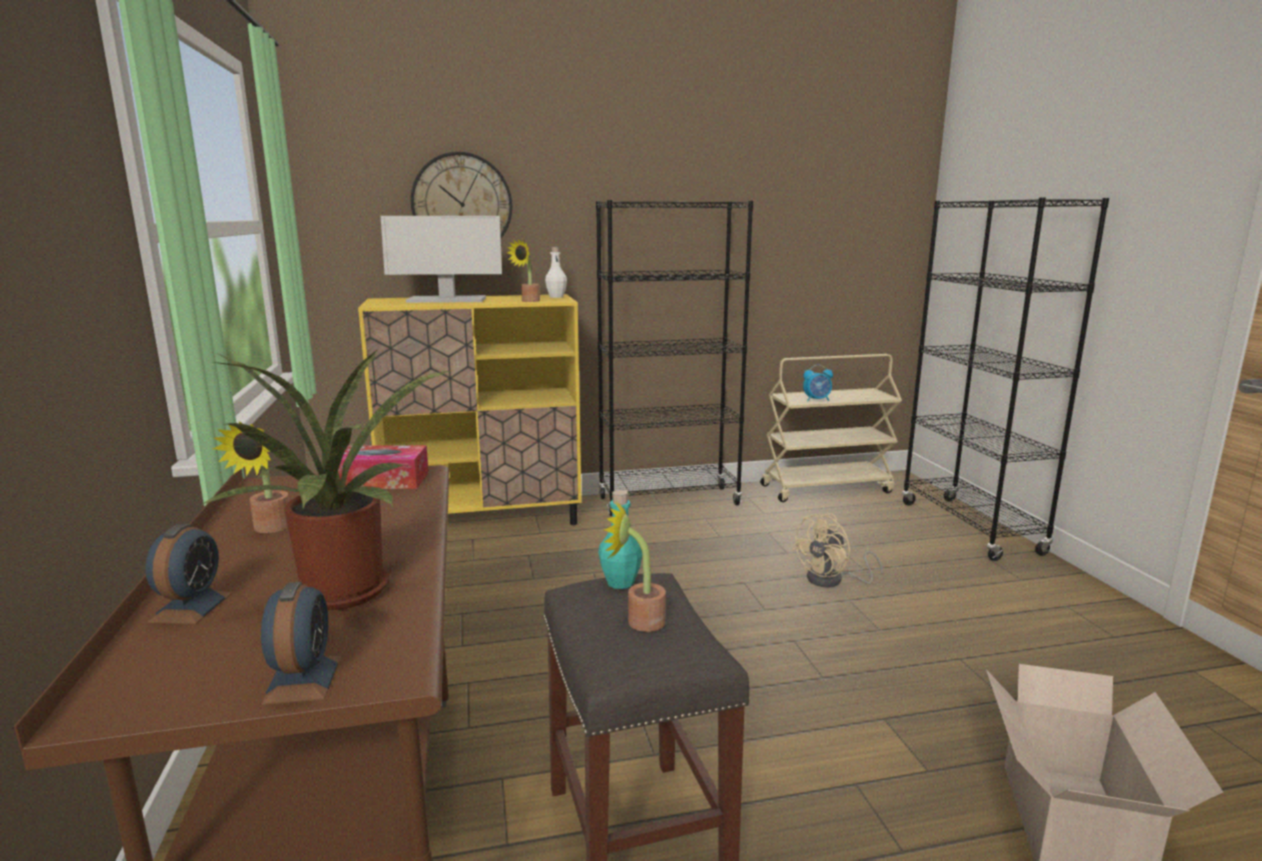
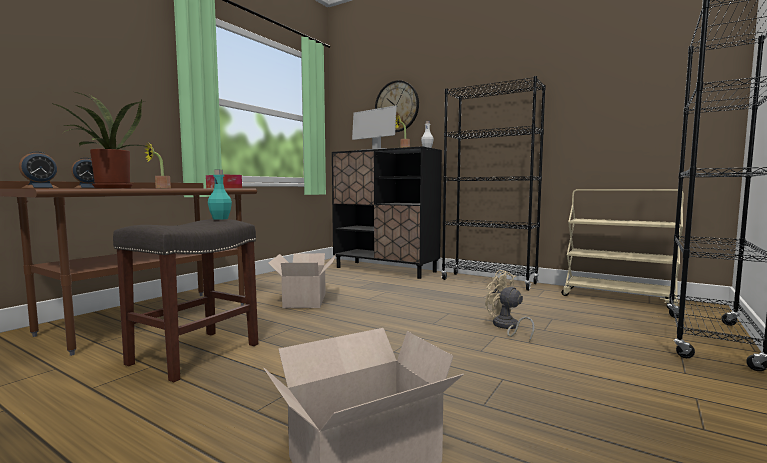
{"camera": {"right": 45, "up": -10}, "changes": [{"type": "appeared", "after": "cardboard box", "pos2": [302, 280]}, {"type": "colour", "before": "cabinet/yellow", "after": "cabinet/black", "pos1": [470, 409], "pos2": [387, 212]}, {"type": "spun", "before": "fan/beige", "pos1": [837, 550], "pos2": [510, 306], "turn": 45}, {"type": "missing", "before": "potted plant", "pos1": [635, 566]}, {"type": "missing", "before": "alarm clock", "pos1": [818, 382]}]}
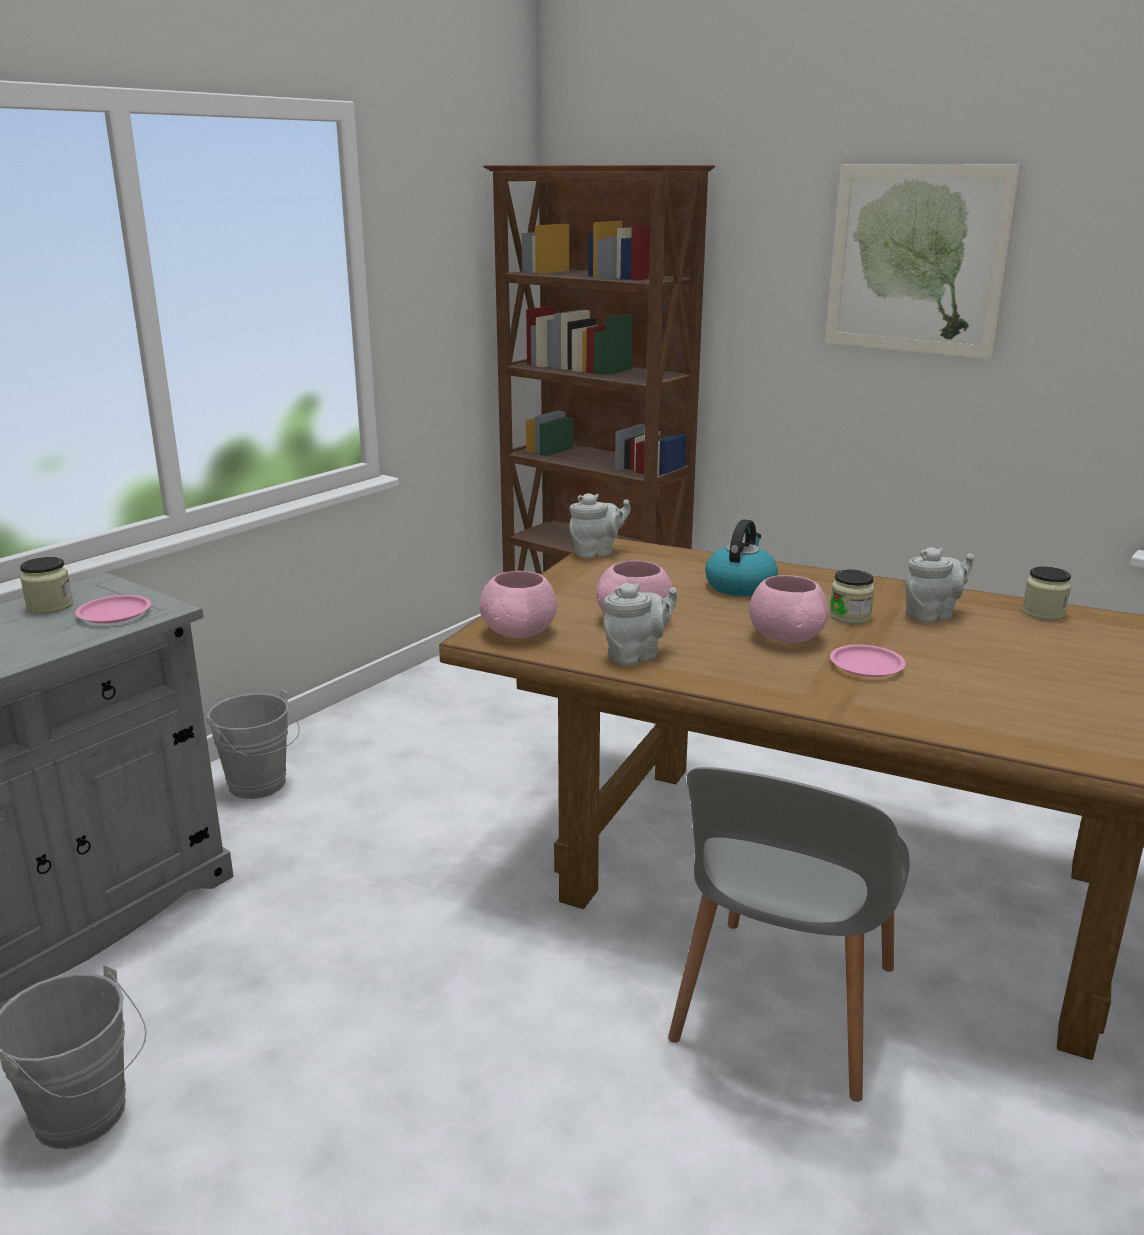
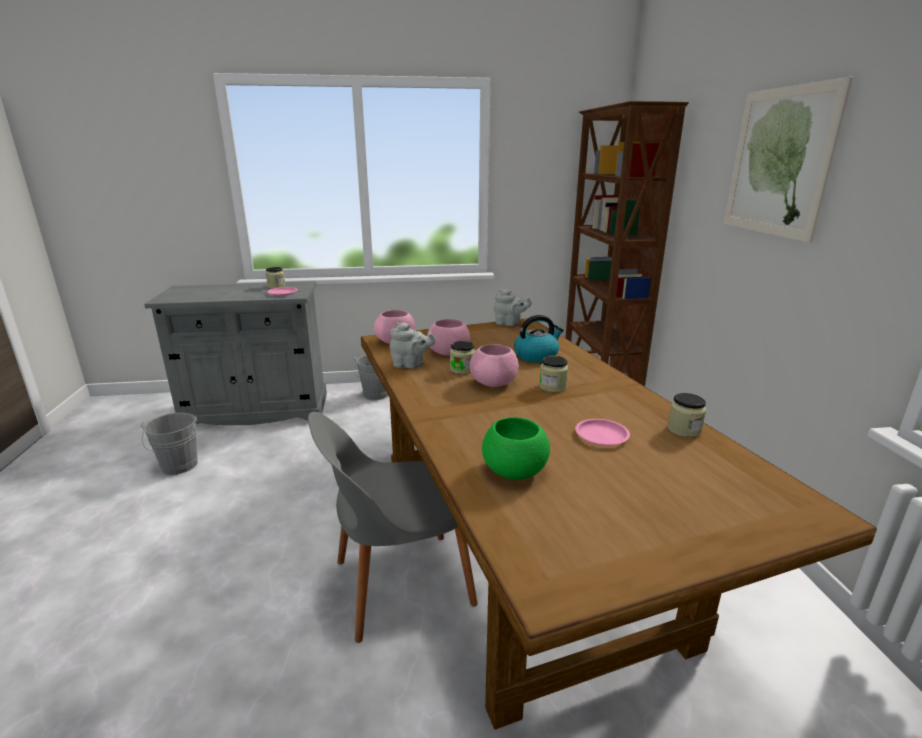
{"camera": {"right": 45, "up": 0}, "changes": [{"type": "appeared", "after": "jar", "pos2": [462, 357]}, {"type": "appeared", "after": "bowl/green", "pos2": [516, 448]}, {"type": "relocated", "before": "plate/pink", "pos1": [868, 661], "pos2": [602, 432]}, {"type": "missing", "before": "teapot/grey", "pos1": [939, 585]}]}
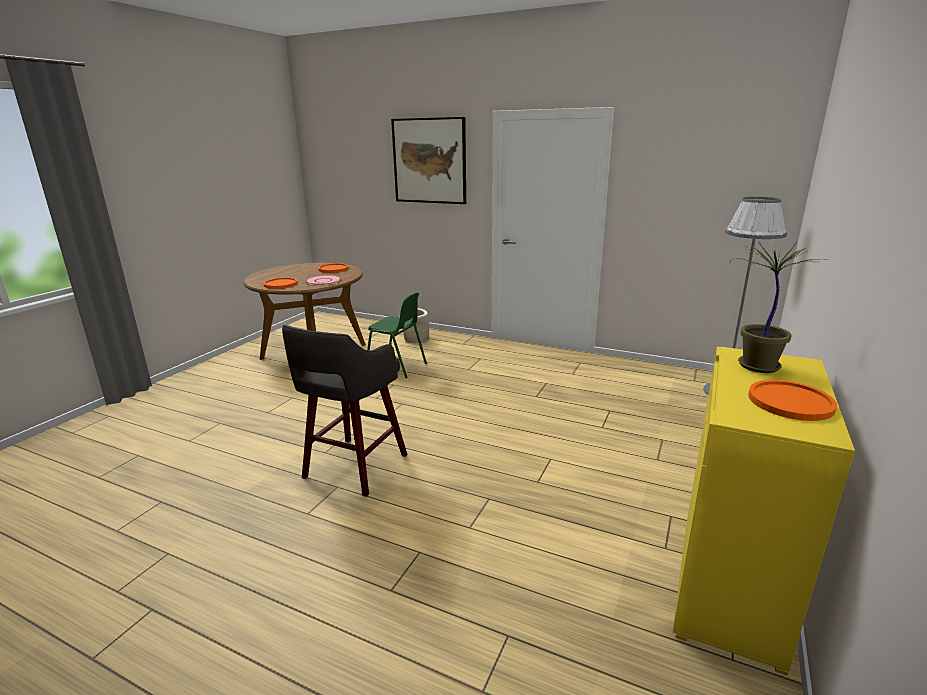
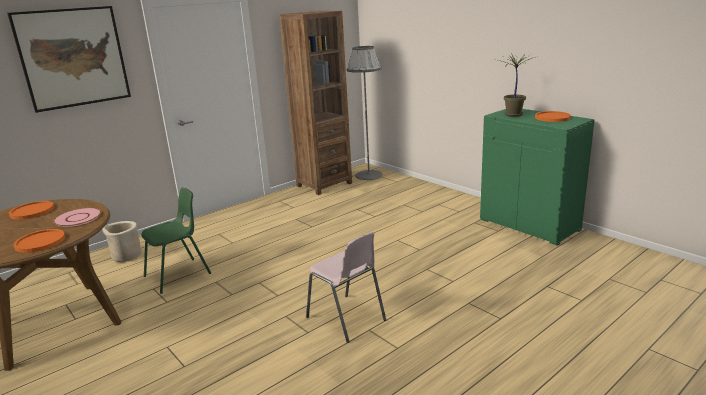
{"camera": {"right": -65, "up": 0}, "changes": [{"type": "appeared", "after": "bookcase/brown", "pos2": [315, 103]}, {"type": "exchanged", "before": "stool/grey", "after": "chair/pink", "pos1": [345, 411], "pos2": [346, 287]}, {"type": "colour", "before": "cabinet/yellow", "after": "cabinet/green", "pos1": [764, 511], "pos2": [537, 177]}]}
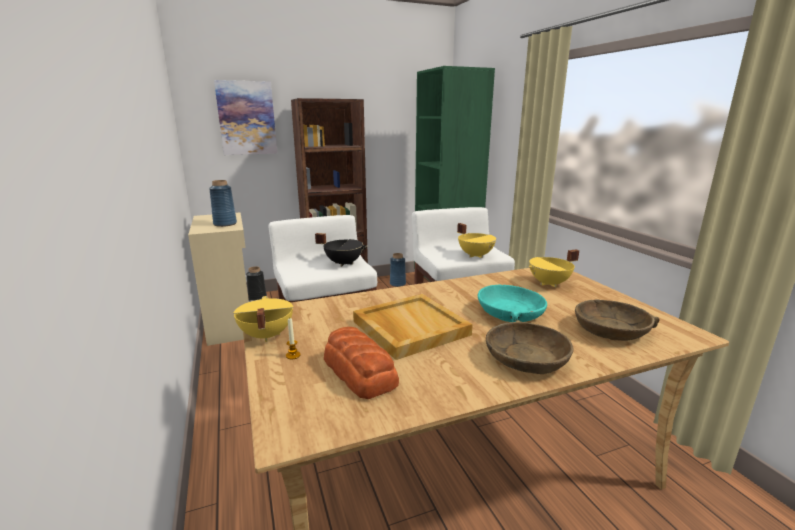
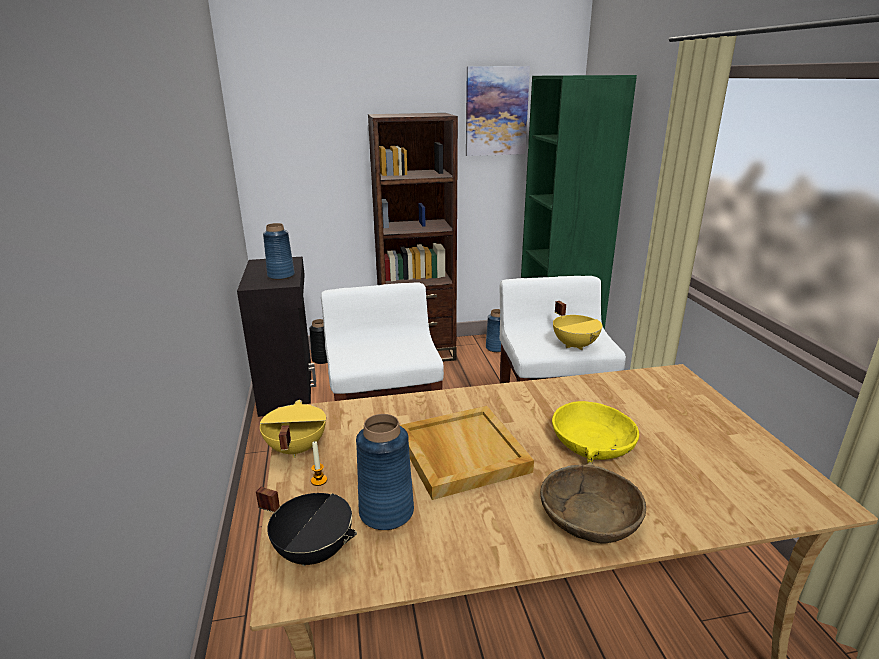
{"camera": {"right": 10, "up": 5}, "changes": [{"type": "colour", "before": "cabinet/beige", "after": "cabinet/black", "pos1": [220, 279], "pos2": [276, 336]}, {"type": "relocated", "before": "cooking pot/black", "pos1": [341, 250], "pos2": [306, 526]}, {"type": "exchanged", "before": "bread", "after": "vase/blue", "pos1": [361, 363], "pos2": [385, 472]}, {"type": "relocated", "before": "picture", "pos1": [245, 117], "pos2": [498, 111]}, {"type": "colour", "before": "bowl/turquoise", "after": "bowl/yellow", "pos1": [512, 303], "pos2": [595, 432]}, {"type": "missing", "before": "cooking pot/yellow", "pos1": [554, 268]}, {"type": "missing", "before": "bowl/brown", "pos1": [617, 320]}]}
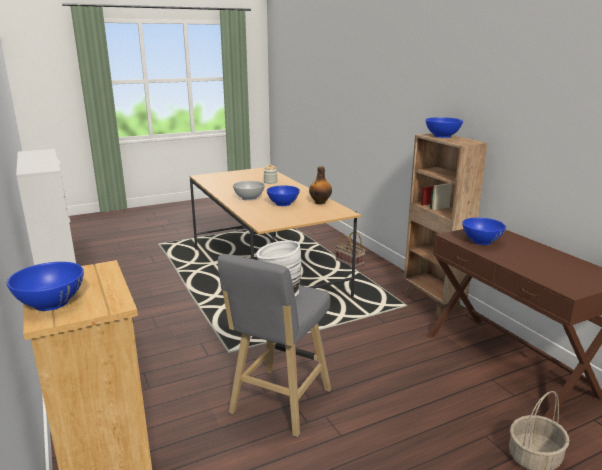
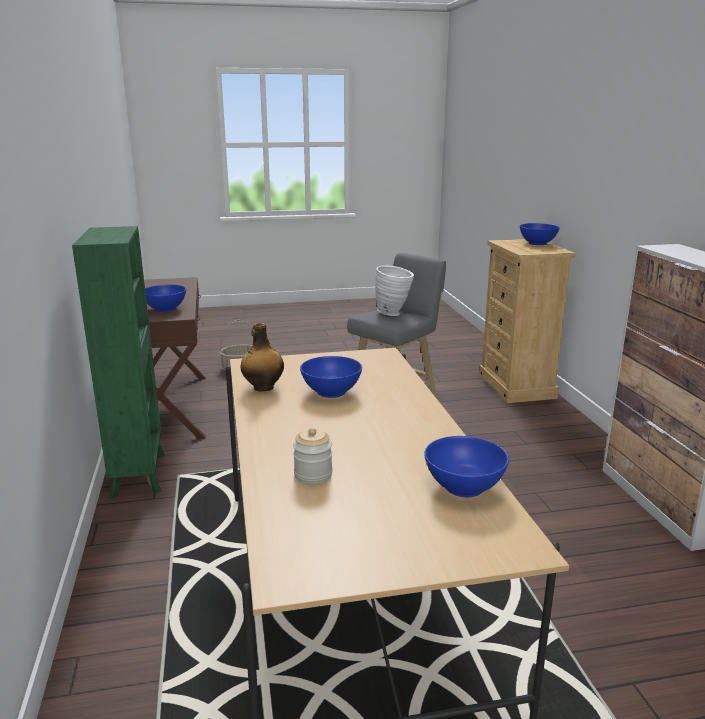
{"camera": {"right": -165, "up": 0}, "changes": [{"type": "colour", "before": "bookcase/brown", "after": "bookcase/green", "pos1": [446, 225], "pos2": [118, 362]}, {"type": "relocated", "before": "bowl/blue", "pos1": [444, 127], "pos2": [466, 466]}, {"type": "missing", "before": "bowl/white", "pos1": [249, 191]}, {"type": "missing", "before": "basket", "pos1": [351, 250]}]}
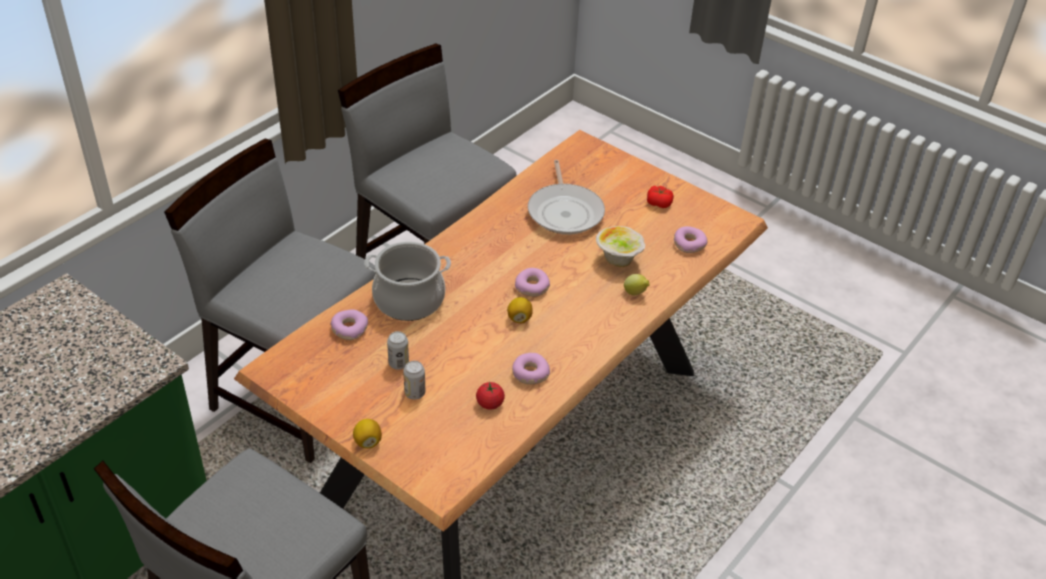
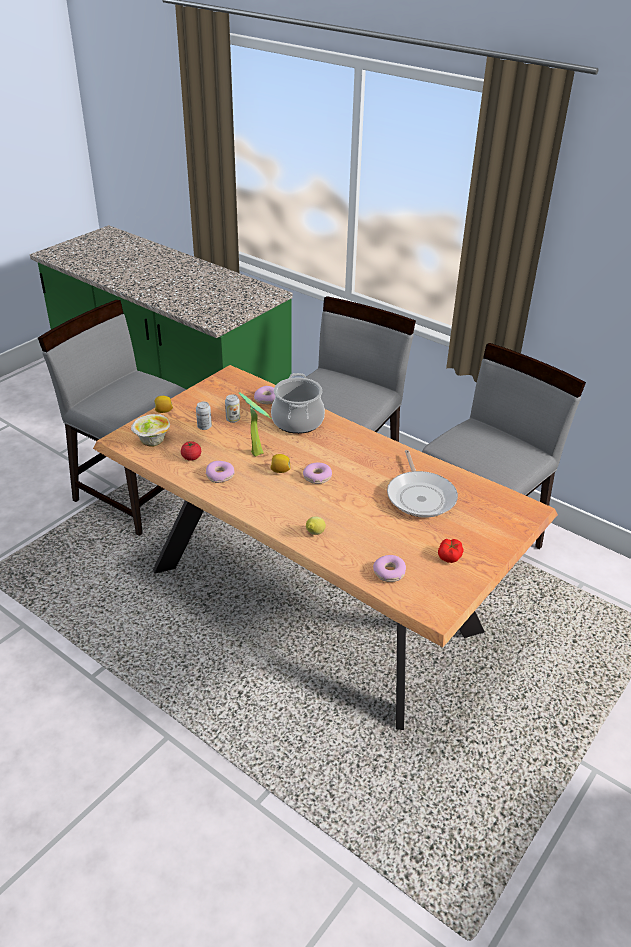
{"camera": {"right": 90, "up": -5}, "changes": [{"type": "relocated", "before": "bowl", "pos1": [620, 246], "pos2": [150, 430]}, {"type": "appeared", "after": "potted plant", "pos2": [255, 424]}, {"type": "spun", "before": "frying pan", "pos1": [566, 197], "pos2": [422, 484], "turn": -90}]}
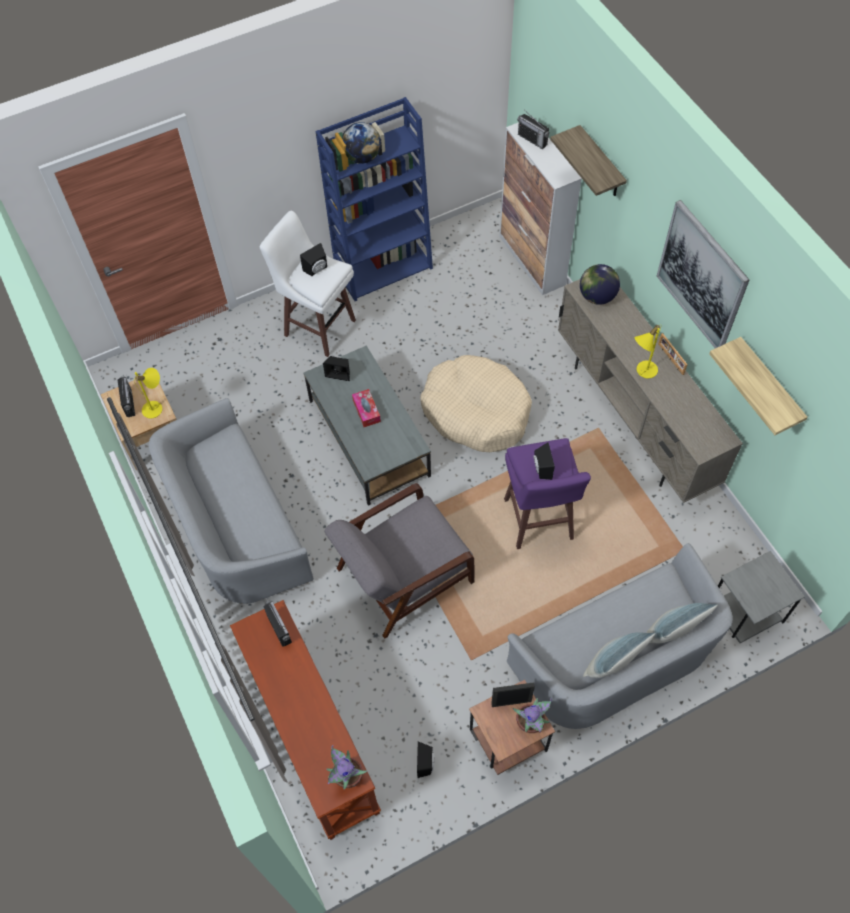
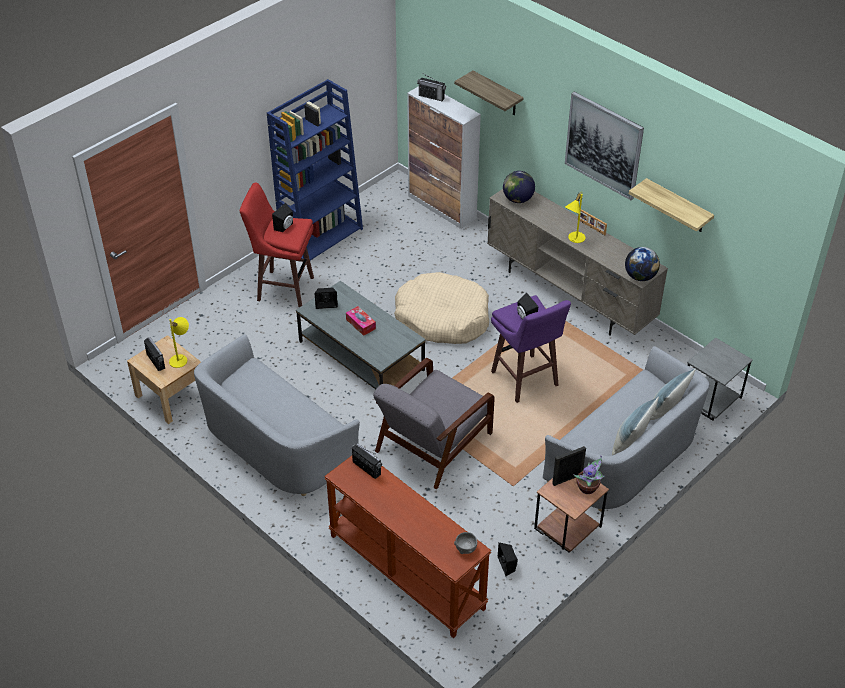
{"camera": {"right": -20, "up": -15}, "changes": [{"type": "colour", "before": "stool/white", "after": "stool/red", "pos1": [308, 284], "pos2": [277, 244]}, {"type": "exchanged", "before": "potted plant", "after": "bowl/grey", "pos1": [346, 767], "pos2": [465, 543]}, {"type": "relocated", "before": "globe", "pos1": [361, 143], "pos2": [642, 264]}]}
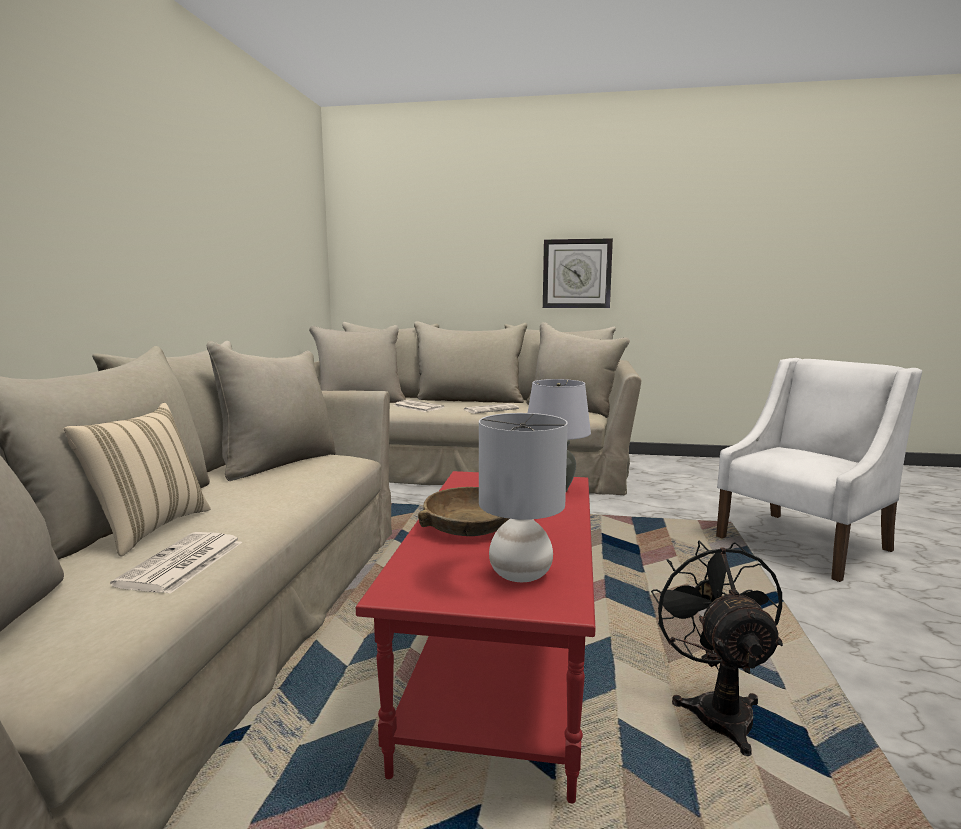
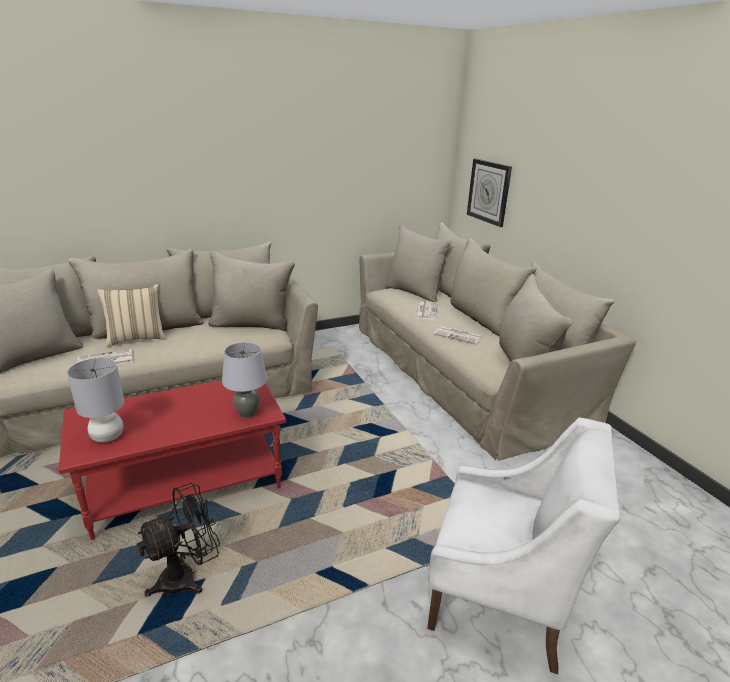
{"camera": {"right": 55, "up": 15}, "changes": [{"type": "relocated", "before": "wall clock", "pos1": [578, 273], "pos2": [489, 193]}, {"type": "missing", "before": "bowl/brown", "pos1": [463, 511]}]}
